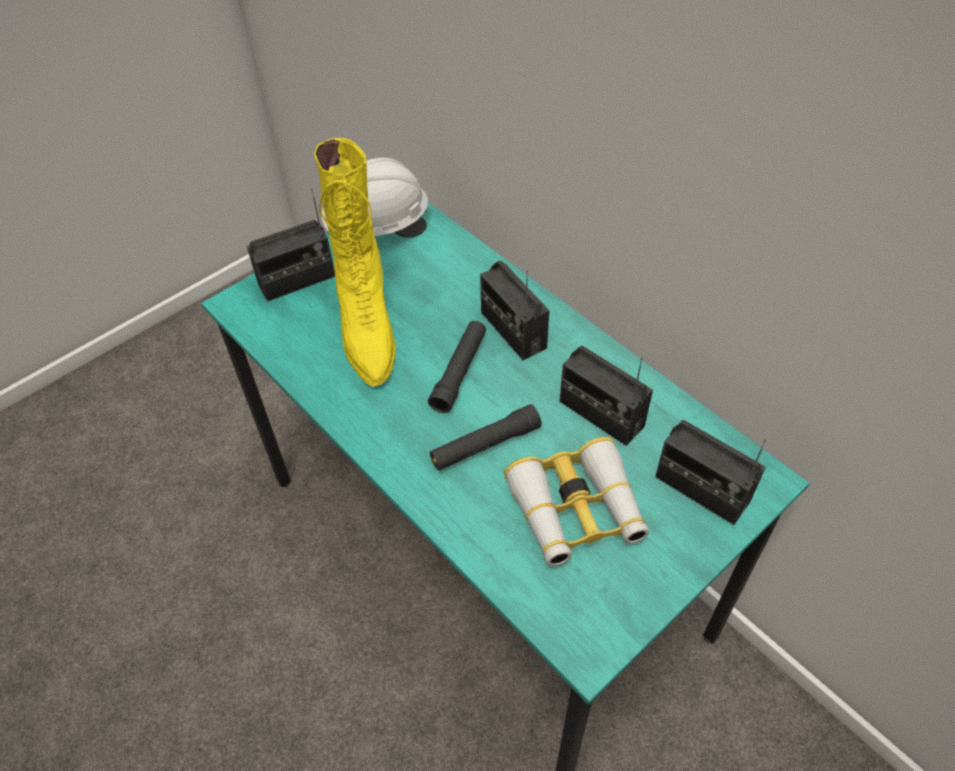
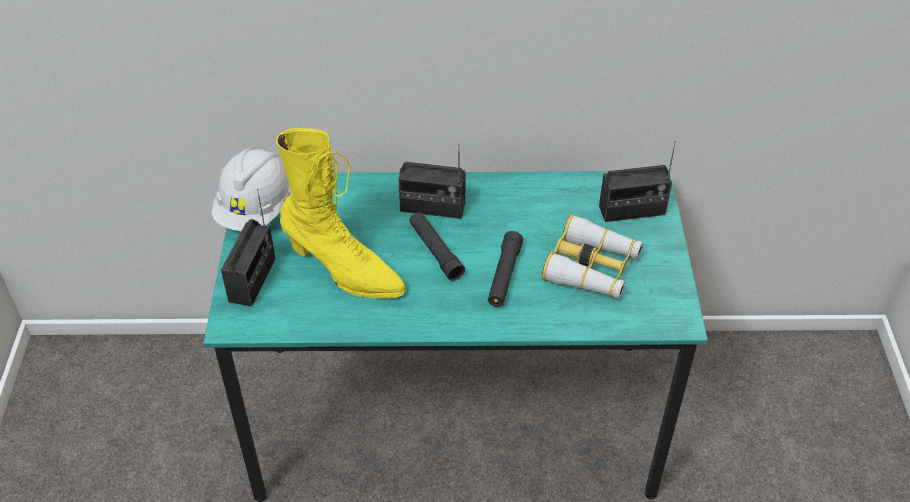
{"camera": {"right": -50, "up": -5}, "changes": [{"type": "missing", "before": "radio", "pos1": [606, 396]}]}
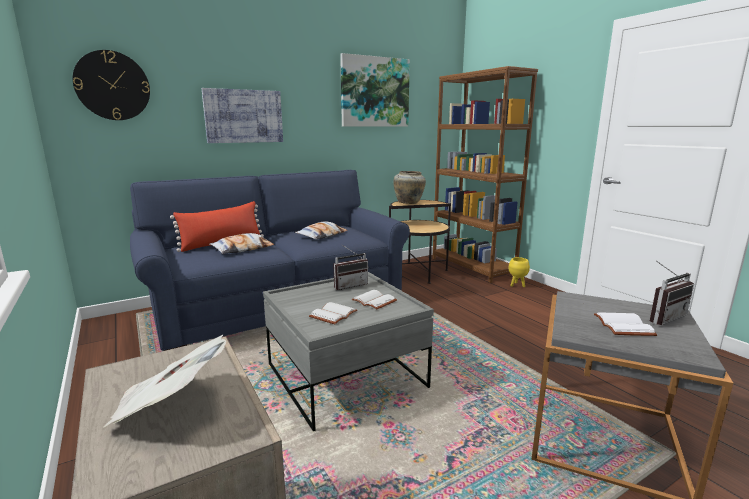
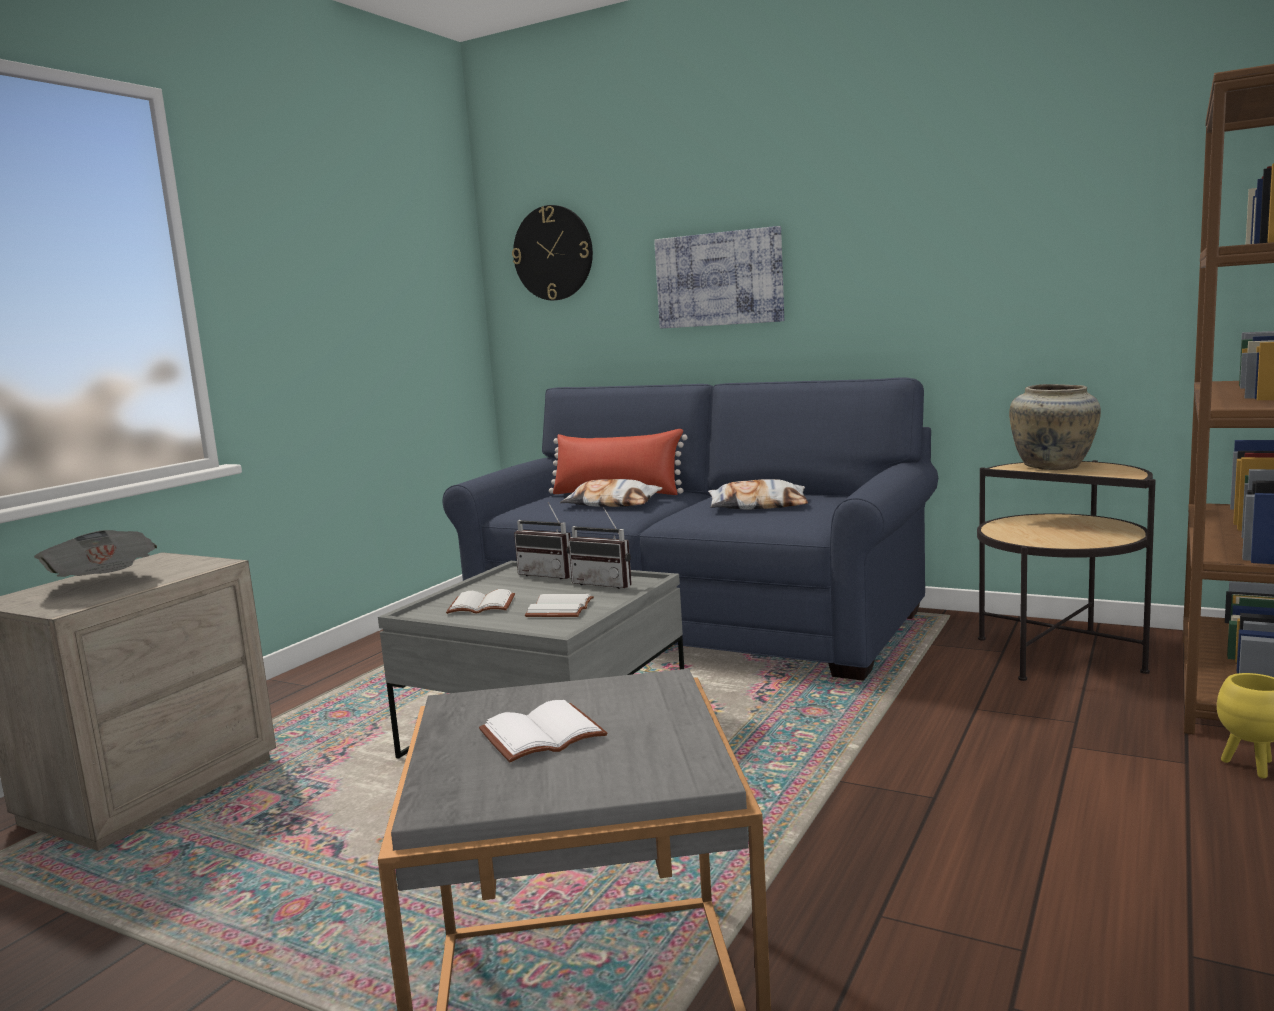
{"camera": {"right": 60, "up": -5}, "changes": [{"type": "relocated", "before": "radio", "pos1": [672, 293], "pos2": [542, 541]}, {"type": "missing", "before": "picture", "pos1": [375, 90]}]}
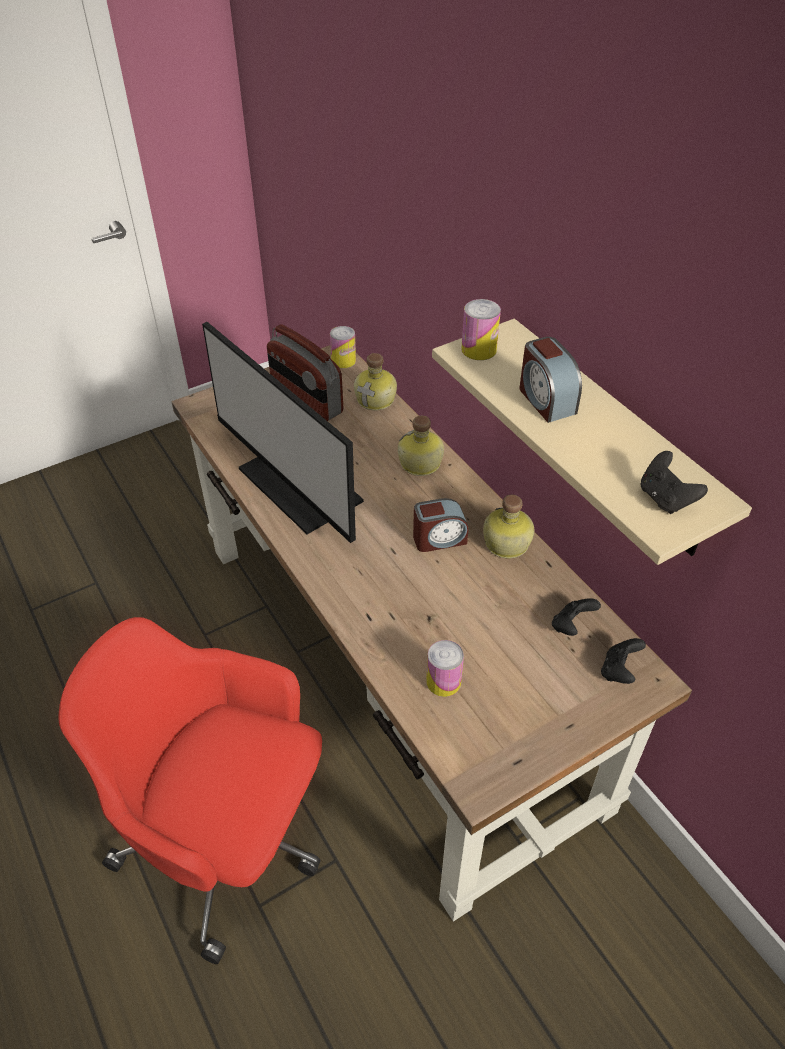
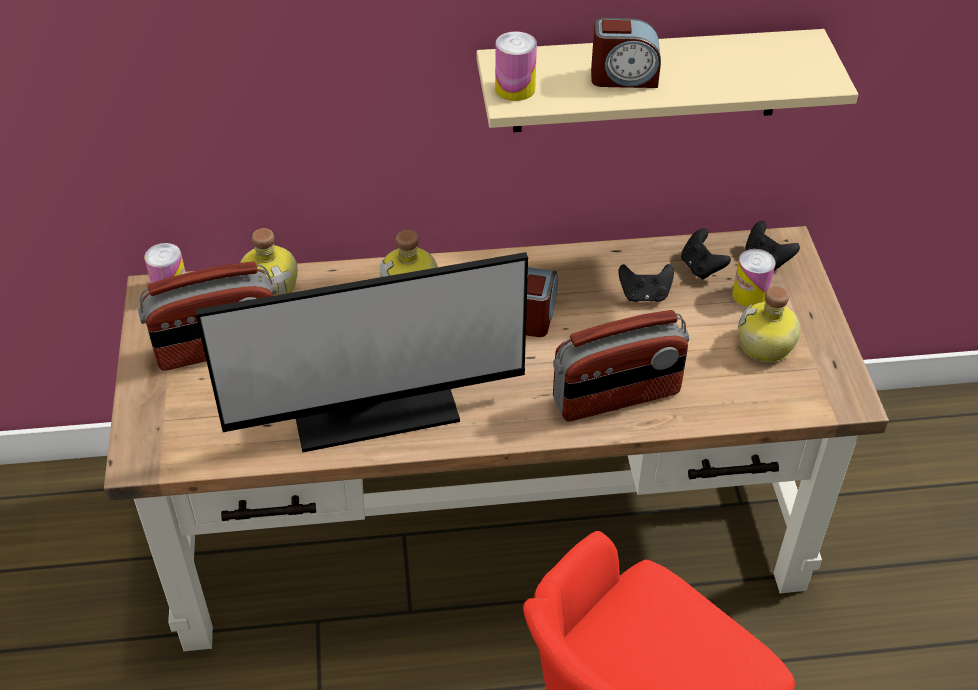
{"camera": {"right": -65, "up": 0}, "changes": [{"type": "appeared", "after": "radio", "pos2": [621, 365]}, {"type": "relocated", "before": "game controller/black", "pos1": [674, 482], "pos2": [646, 283]}, {"type": "relocated", "before": "can", "pos1": [445, 668], "pos2": [753, 278]}, {"type": "relocated", "before": "bottle", "pos1": [508, 526], "pos2": [769, 324]}]}
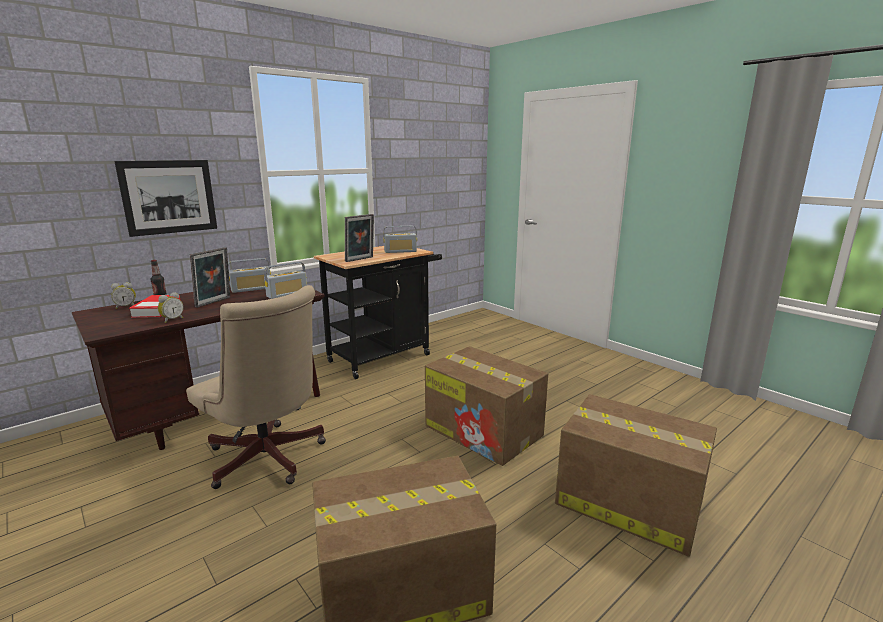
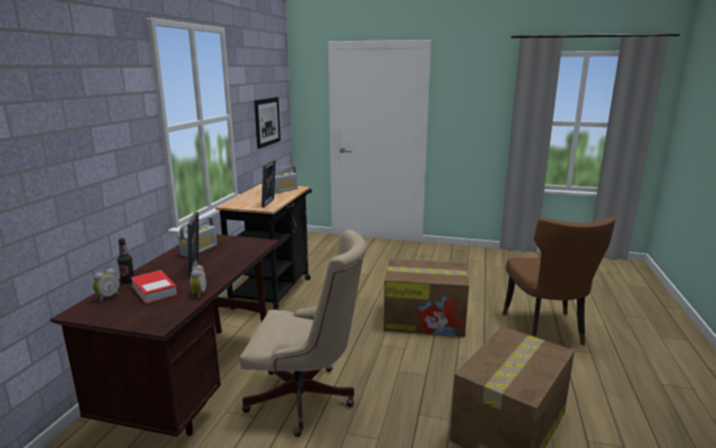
{"camera": {"right": -35, "up": 0}, "changes": [{"type": "relocated", "before": "picture", "pos1": [165, 198], "pos2": [267, 123]}, {"type": "exchanged", "before": "cardboard box", "after": "chair/brown", "pos1": [636, 475], "pos2": [559, 280]}, {"type": "missing", "before": "radio", "pos1": [285, 280]}]}
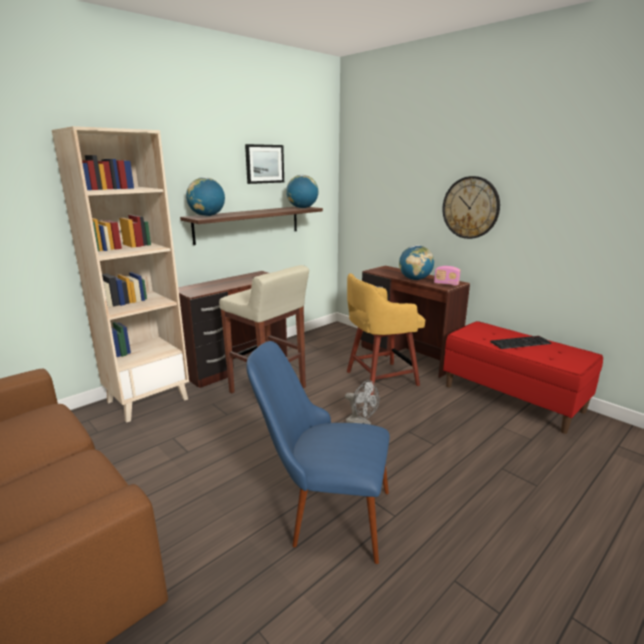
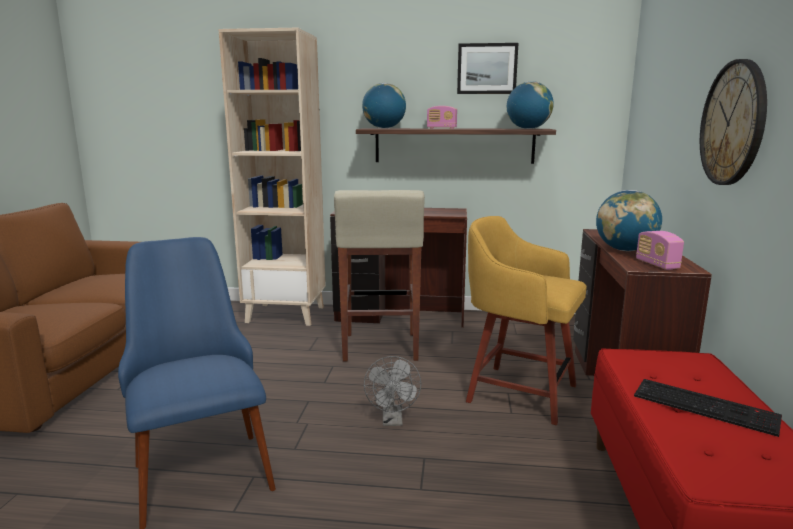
{"camera": {"right": 50, "up": -5}, "changes": [{"type": "appeared", "after": "radio", "pos2": [442, 117]}]}
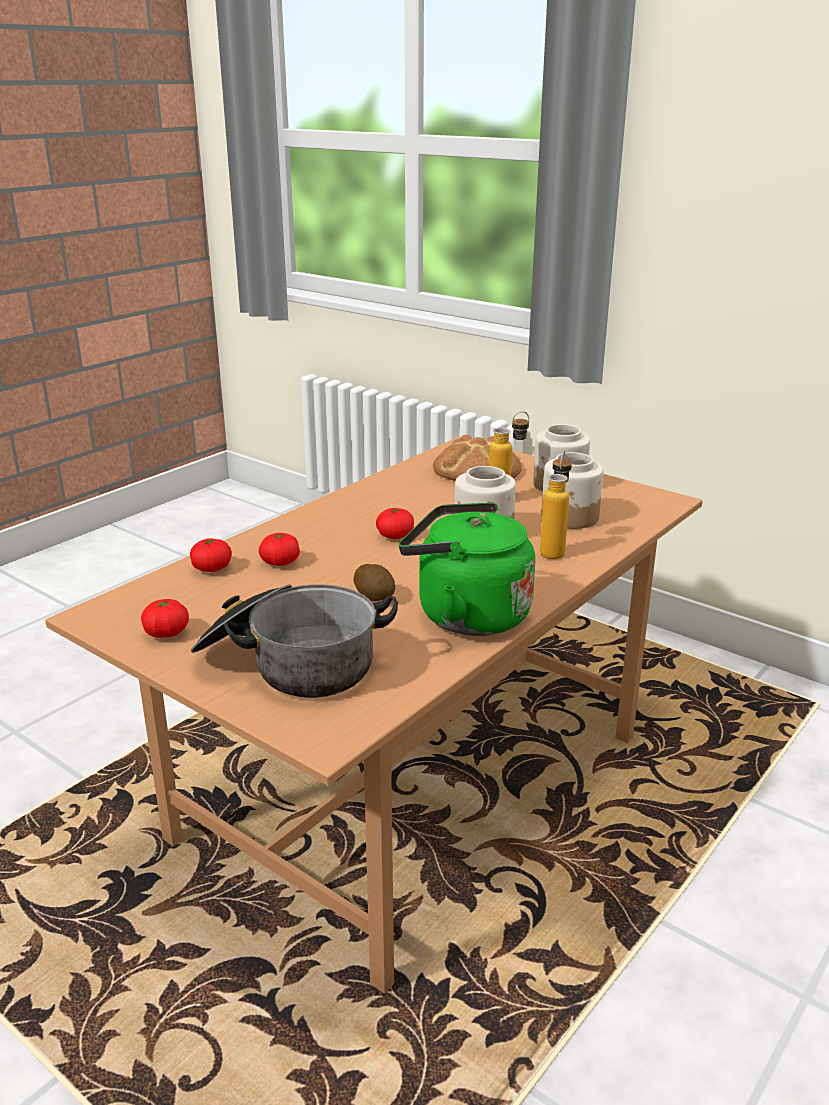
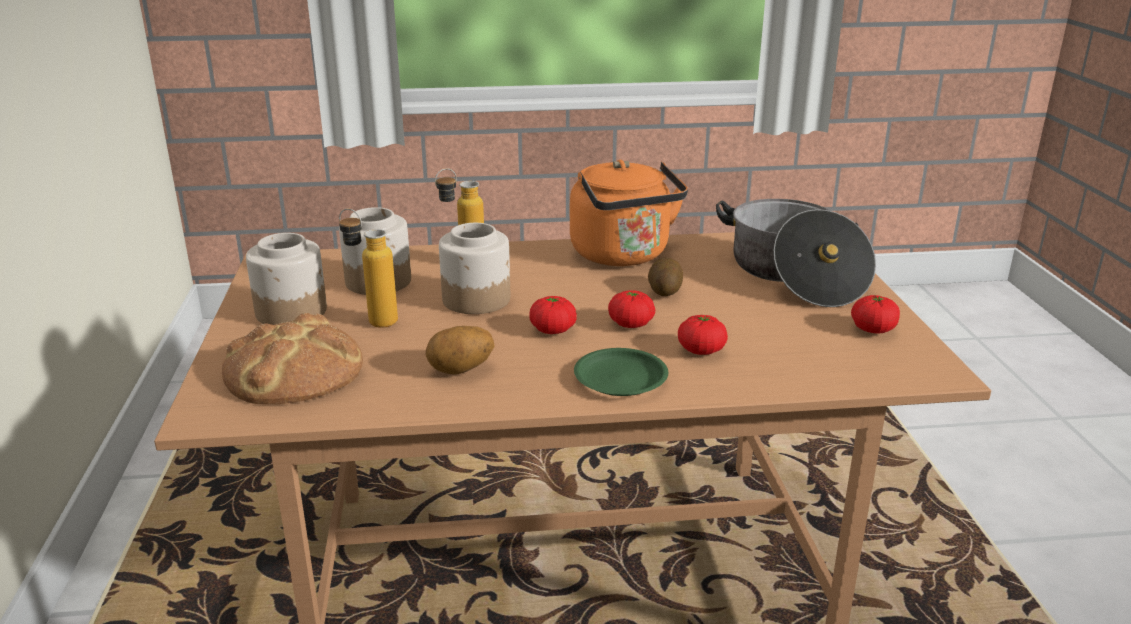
{"camera": {"right": -135, "up": 0}, "changes": [{"type": "appeared", "after": "potato", "pos2": [460, 350]}, {"type": "colour", "before": "kettle/green", "after": "kettle/orange", "pos1": [467, 569], "pos2": [629, 213]}, {"type": "appeared", "after": "plate/green", "pos2": [621, 372]}, {"type": "relocated", "before": "tomato", "pos1": [211, 555], "pos2": [631, 309]}]}
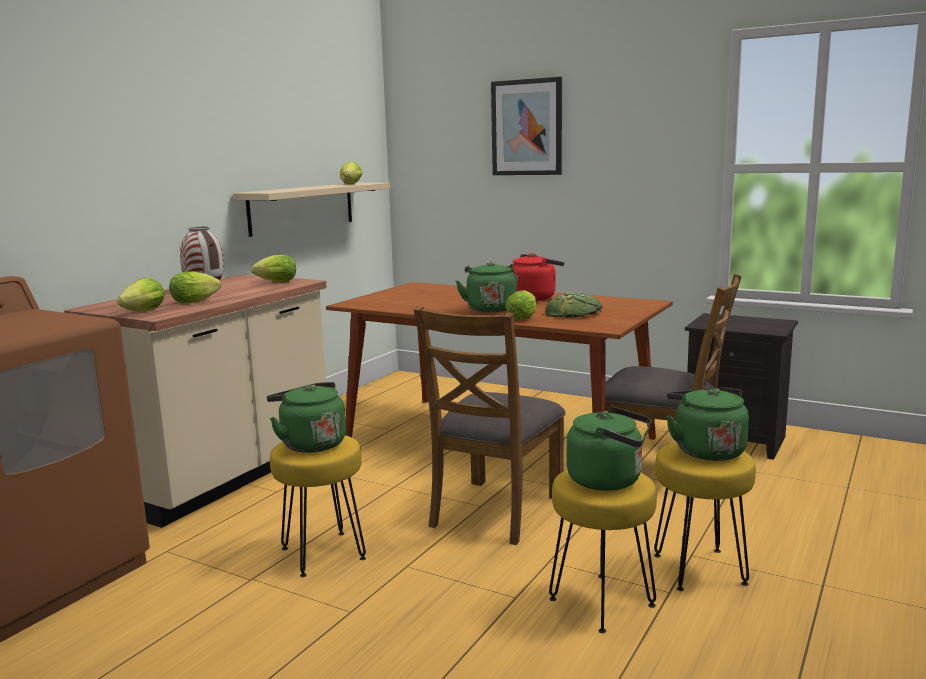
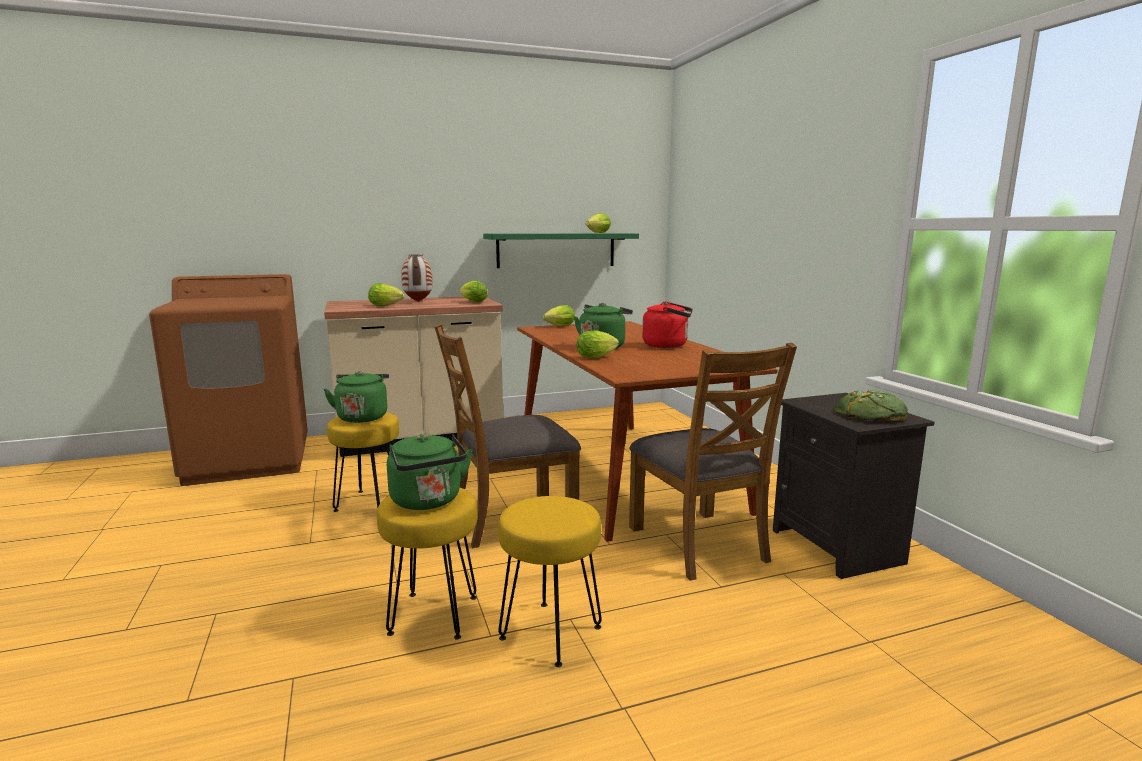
{"camera": {"right": 40, "up": 0}, "changes": [{"type": "colour", "before": "shelf/beige", "after": "shelf/green", "pos1": [311, 210], "pos2": [561, 250]}, {"type": "relocated", "before": "lettuce", "pos1": [141, 294], "pos2": [559, 315]}, {"type": "relocated", "before": "bread", "pos1": [574, 305], "pos2": [871, 405]}, {"type": "missing", "before": "picture", "pos1": [526, 126]}, {"type": "missing", "before": "kettle/green", "pos1": [707, 424]}]}
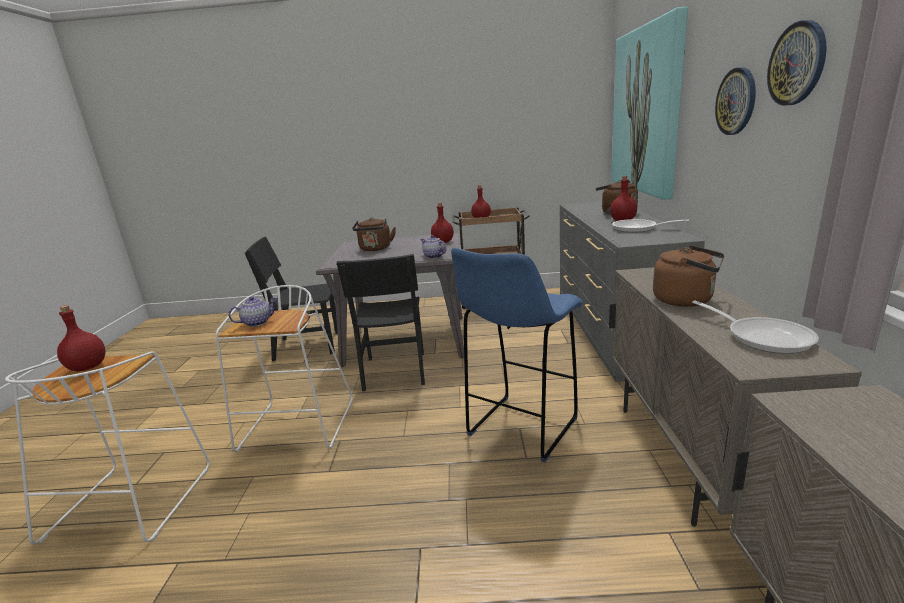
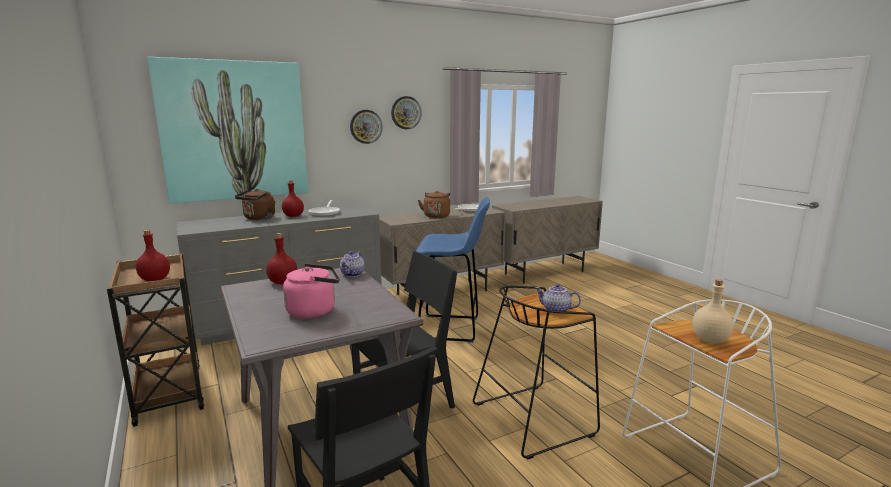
{"camera": {"right": -120, "up": -5}, "changes": [{"type": "colour", "before": "kettle/brown", "after": "kettle/pink", "pos1": [374, 234], "pos2": [311, 291]}, {"type": "colour", "before": "stool/white", "after": "stool/black", "pos1": [284, 368], "pos2": [536, 372]}, {"type": "colour", "before": "bottle/red", "after": "bottle/beige", "pos1": [81, 338], "pos2": [713, 311]}]}
